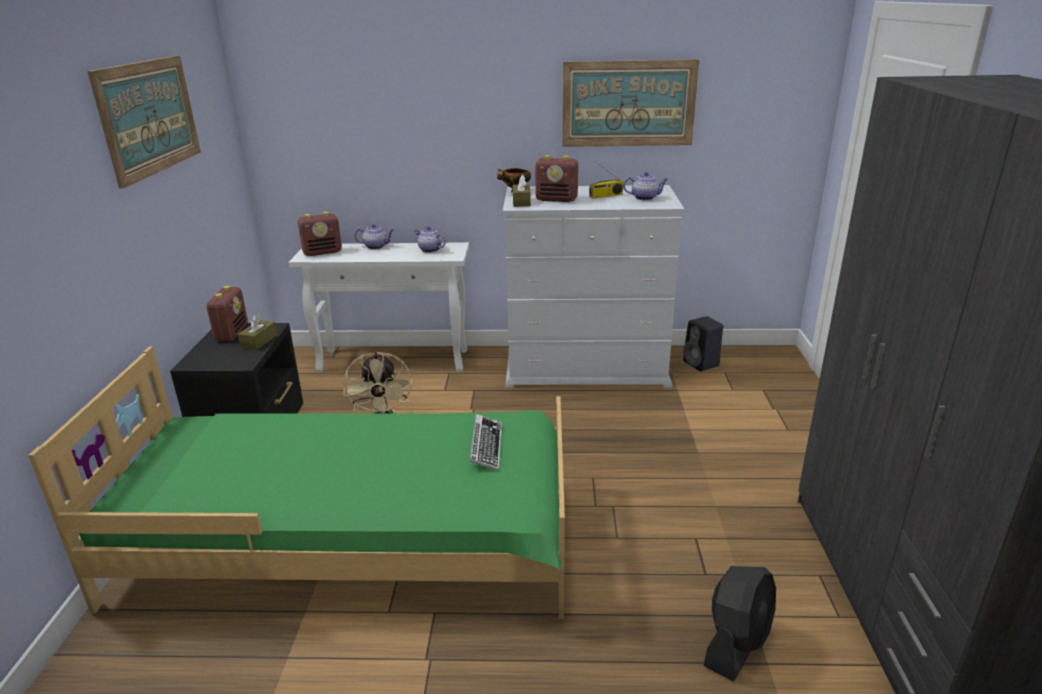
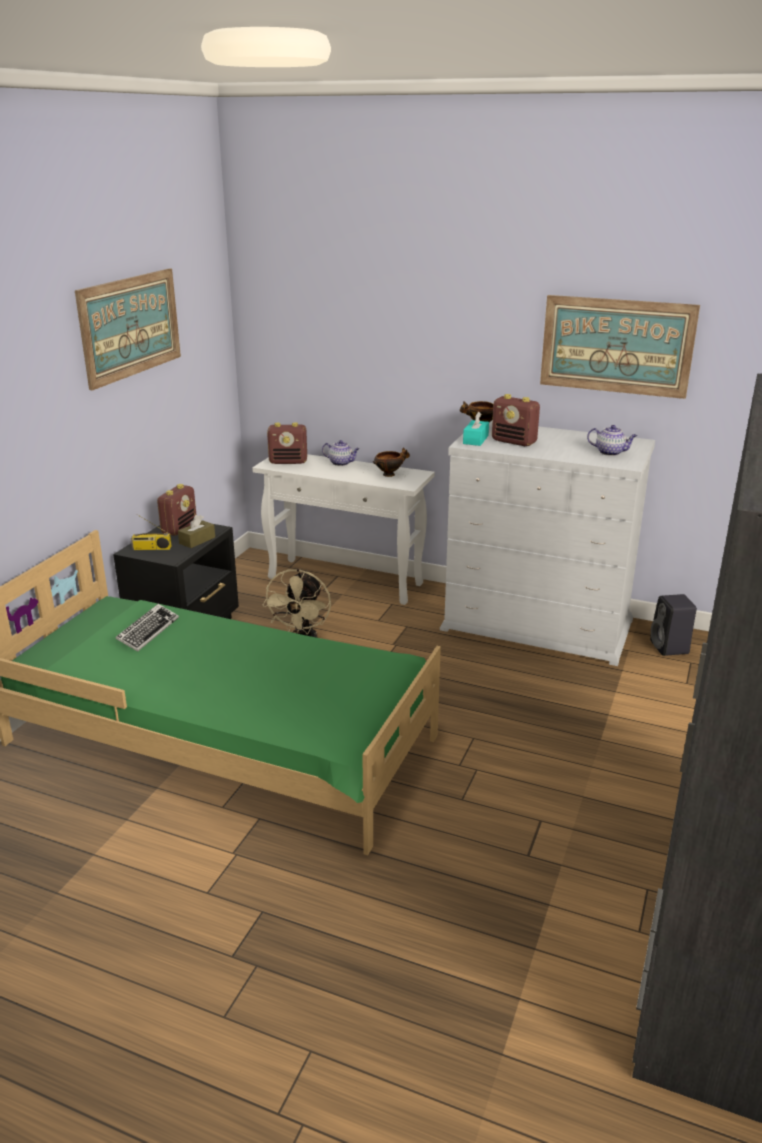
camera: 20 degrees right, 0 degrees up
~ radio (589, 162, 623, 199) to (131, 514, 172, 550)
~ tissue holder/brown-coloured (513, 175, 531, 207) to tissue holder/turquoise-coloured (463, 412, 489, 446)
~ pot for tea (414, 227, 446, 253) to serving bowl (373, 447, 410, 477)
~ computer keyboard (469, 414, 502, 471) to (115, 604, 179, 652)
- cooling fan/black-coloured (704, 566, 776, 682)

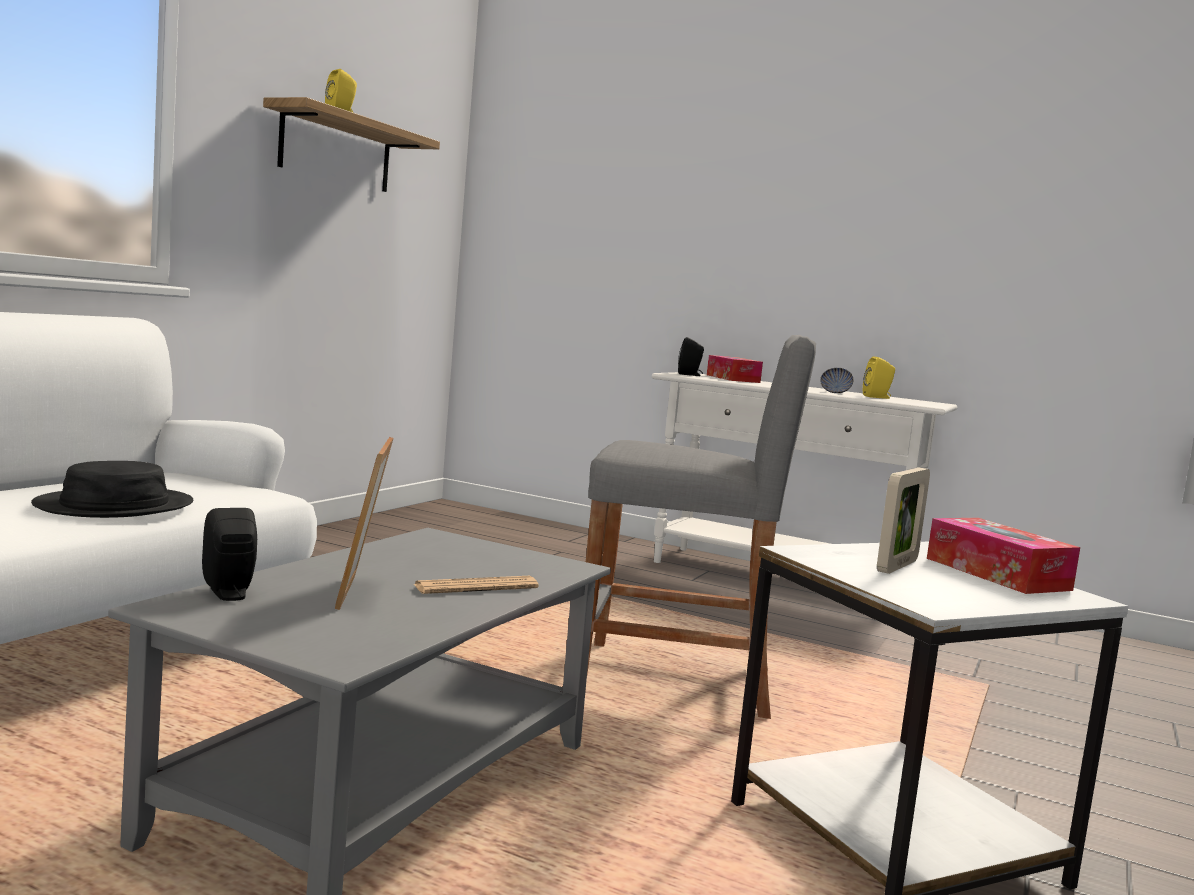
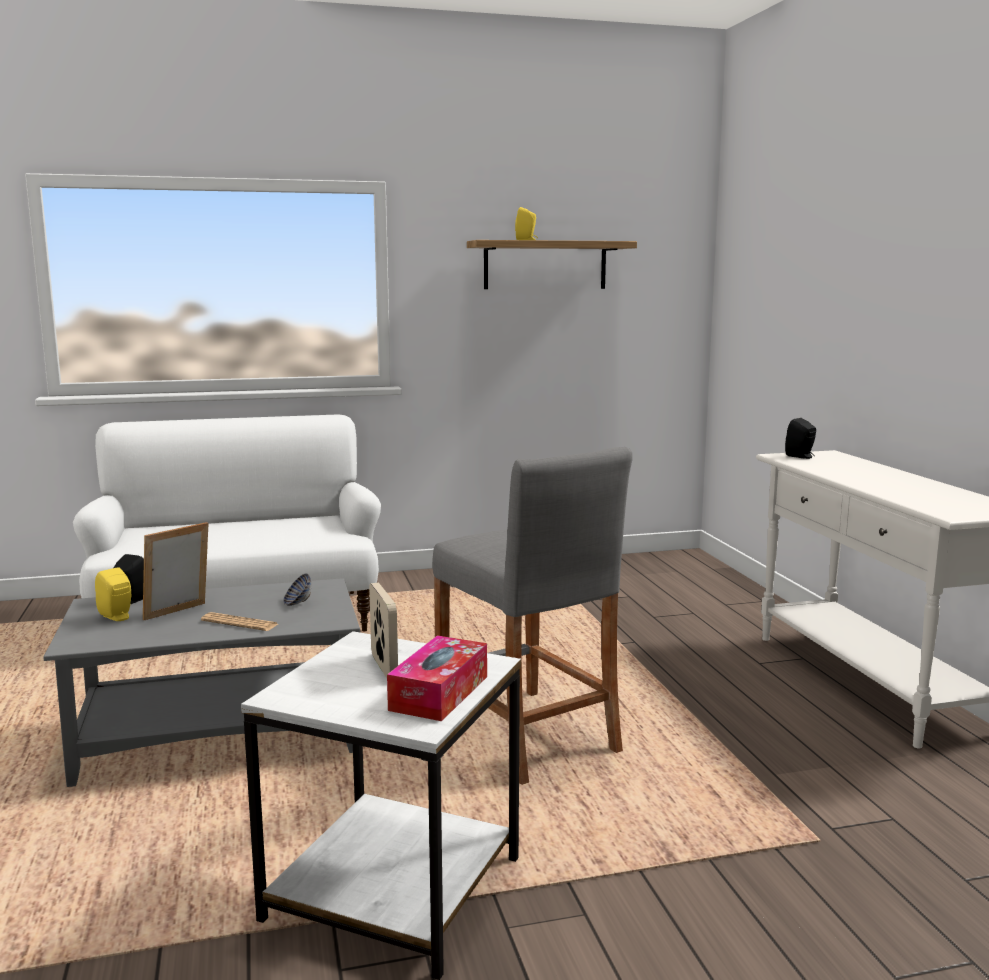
camera: 50 degrees right, 5 degrees up
- tissue holder (707, 355, 763, 383)
~ speaker/yellow-coloured (863, 356, 895, 399) to (95, 567, 131, 621)
~ serving bowl (820, 368, 854, 393) to (283, 573, 312, 606)
- clothing hat/black-coloured (31, 461, 193, 518)
~ photo frame (877, 467, 930, 574) = (369, 583, 398, 678) 105 degrees counterclockwise

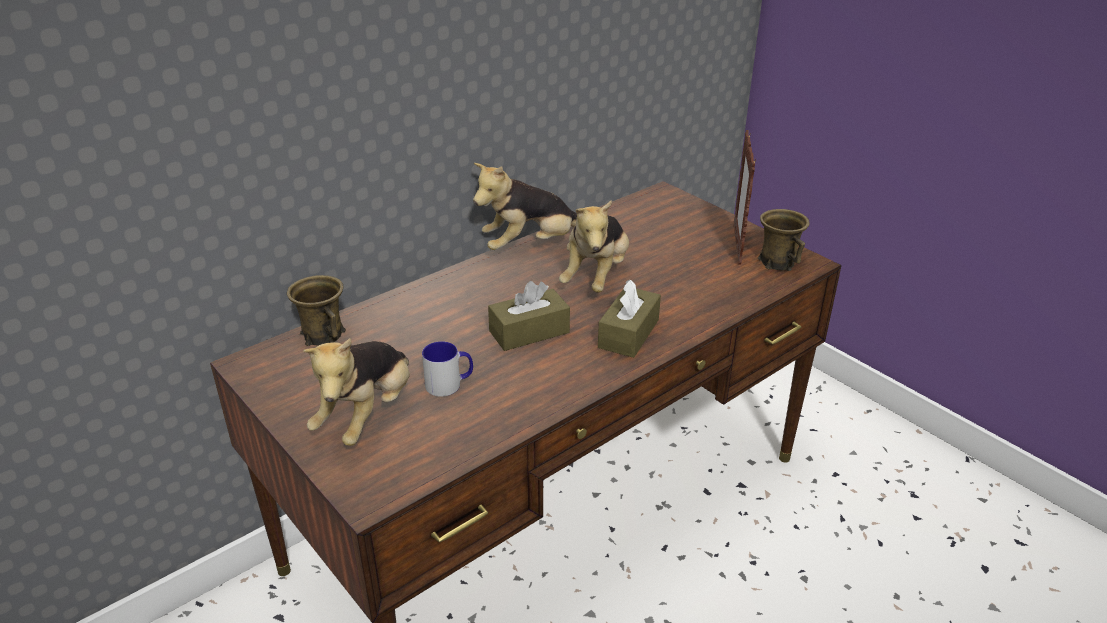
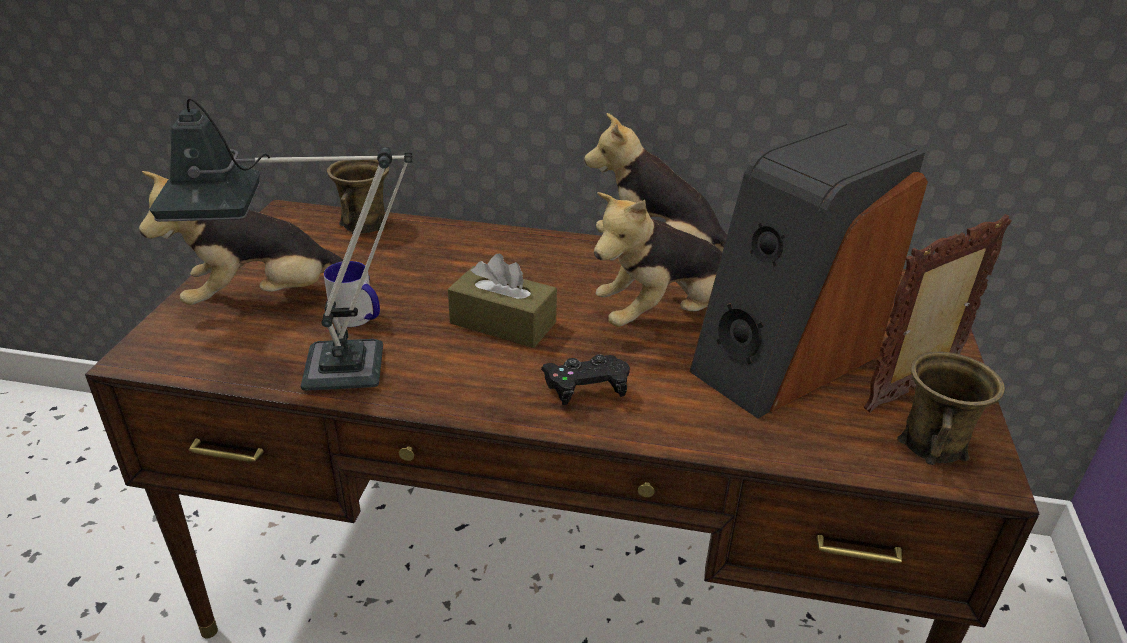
camera: 50 degrees right, 0 degrees up
~ tissue holder/brown-coloured (598, 280, 661, 358) to game controller/black-coloured (541, 355, 630, 405)
+ table lamp (149, 98, 412, 391)
+ speaker (689, 122, 928, 419)

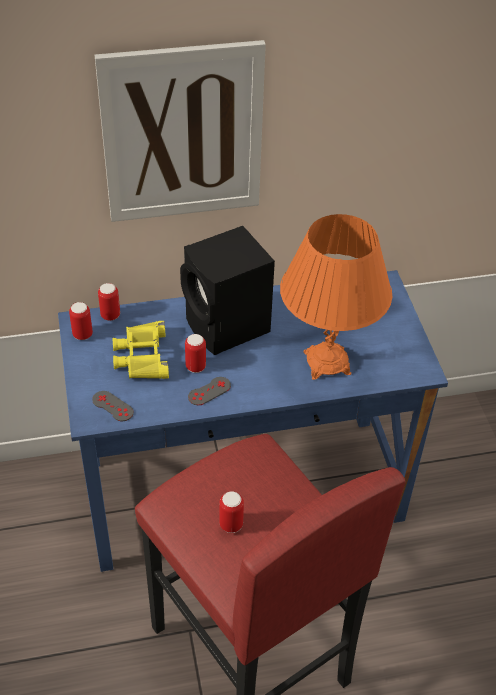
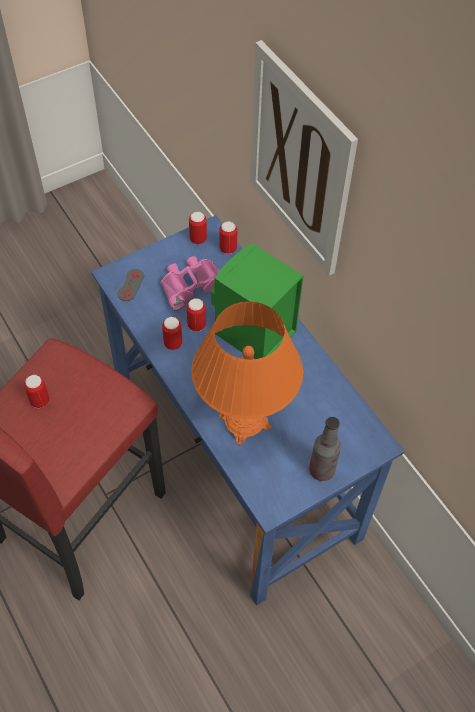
camera: 70 degrees right, 10 degrees up
~ speaker/black-coloured (180, 226, 275, 355) to speaker/green (211, 243, 303, 359)
~ pair of binoculars/yellow-coloured (113, 321, 169, 379) to pair of binoculars/pink (161, 256, 219, 310)
~ game controller/greyish (188, 377, 231, 405) to can (162, 317, 182, 350)
+ bottle (309, 417, 341, 481)

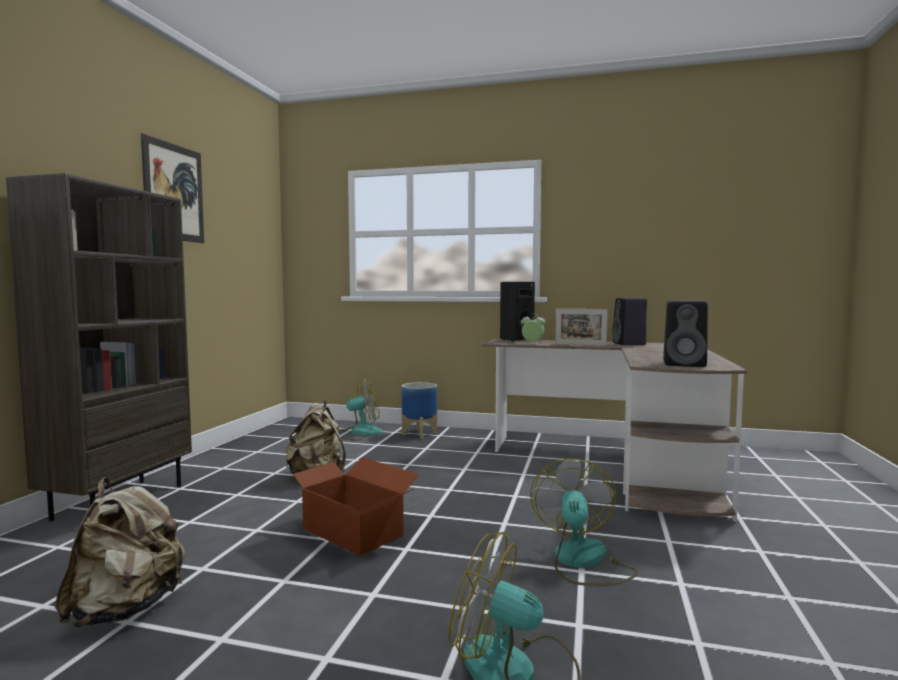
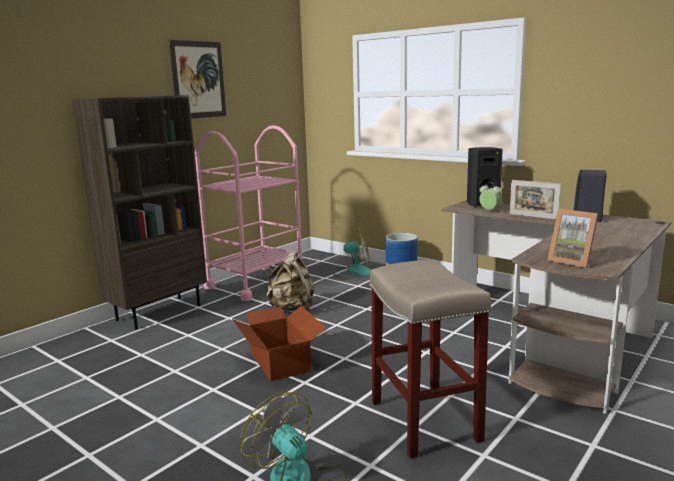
camera: 25 degrees right, 10 degrees up
~ speaker/black-coloured (663, 300, 708, 367) to photo frame (547, 209, 598, 268)
~ cooling fan (530, 459, 638, 586) to stool/sand-coloured (369, 260, 491, 458)
- backpack/sand-coloured (55, 477, 185, 627)
+ wheeled cart/pink (195, 125, 302, 301)

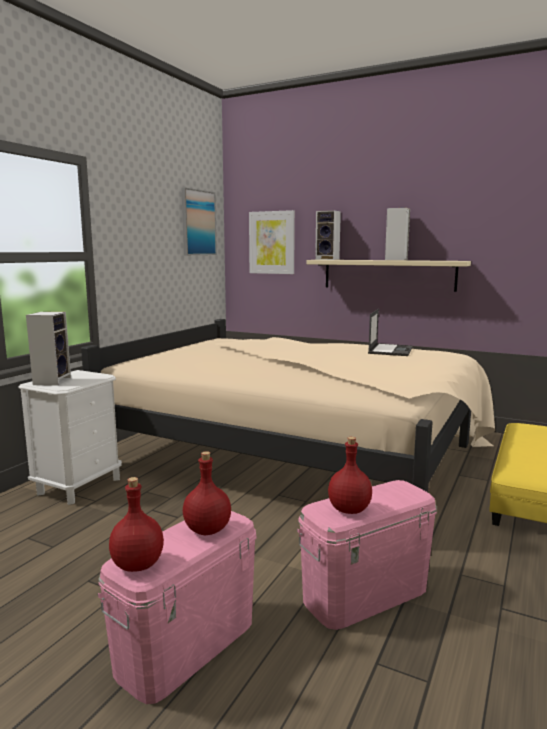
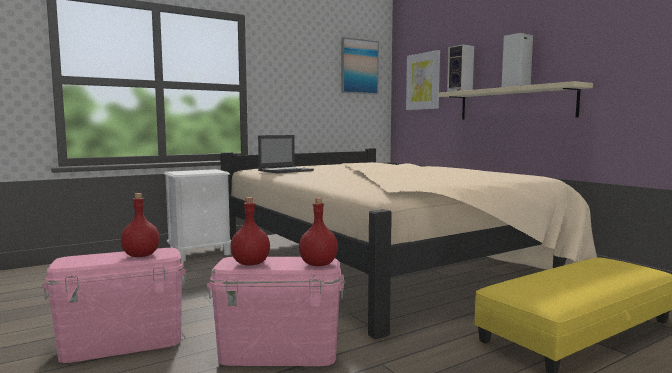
camera: 30 degrees right, 5 degrees down
~ notebook computer (368, 309, 413, 356) to (258, 135, 314, 174)
- speaker (26, 312, 71, 386)
~ bottle/red-coloured (109, 477, 164, 572) to (299, 198, 338, 266)

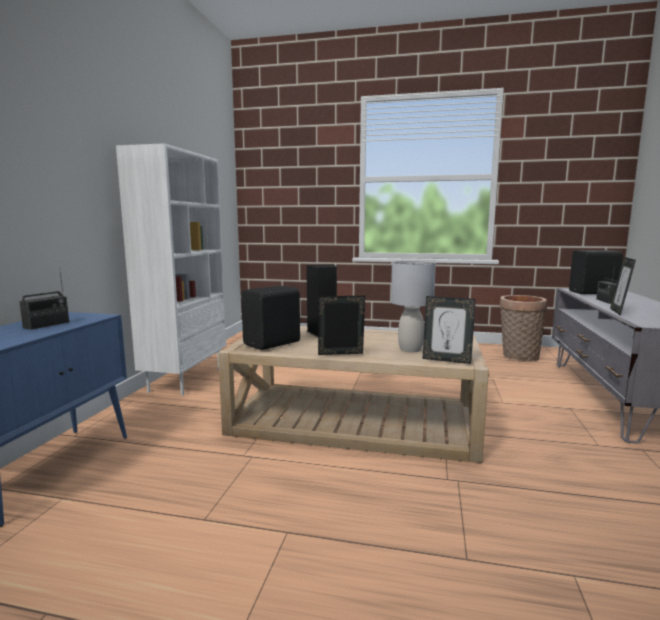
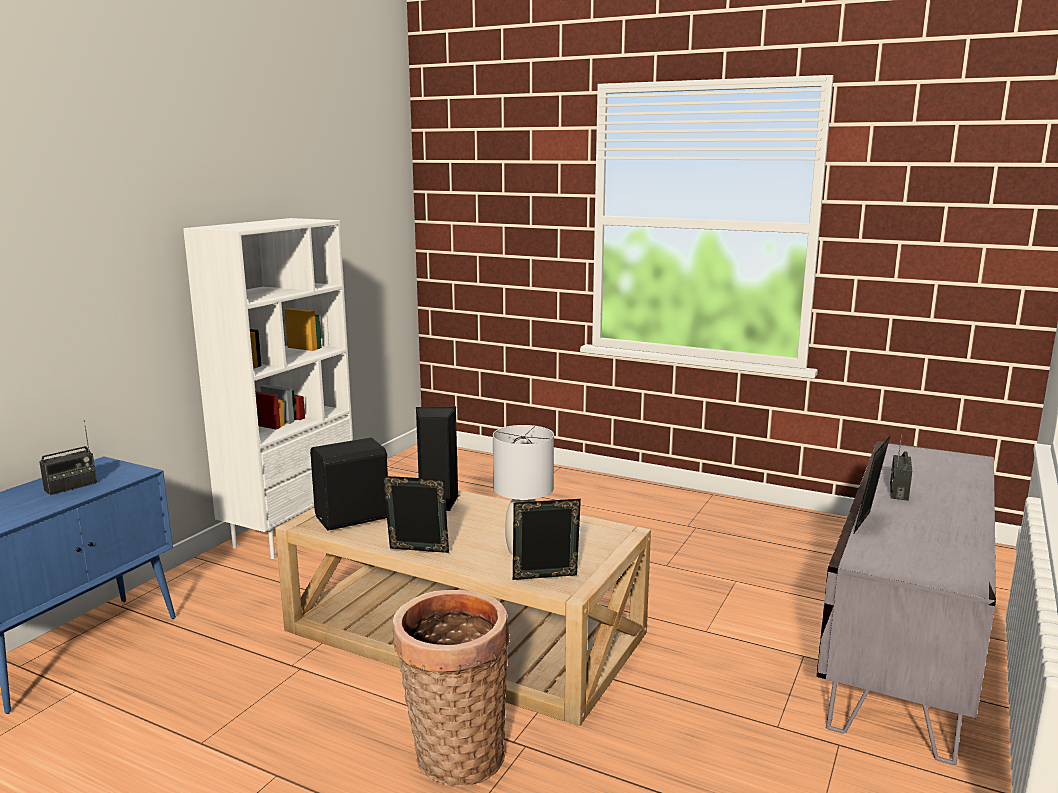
camera: 15 degrees right, 5 degrees up
- speaker/black-coloured (569, 250, 623, 294)
~ basket (500, 295, 547, 361) to (393, 590, 510, 787)
~ photo frame (422, 296, 476, 364) = (513, 499, 581, 580) 135 degrees clockwise

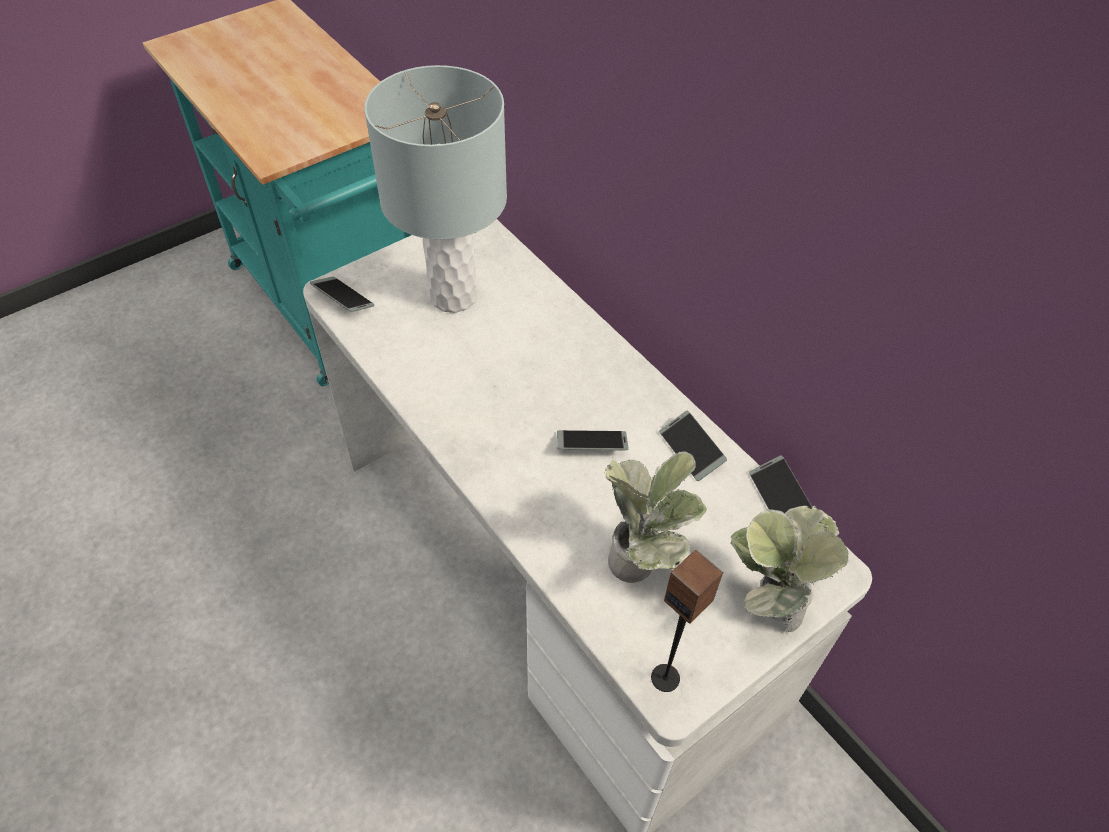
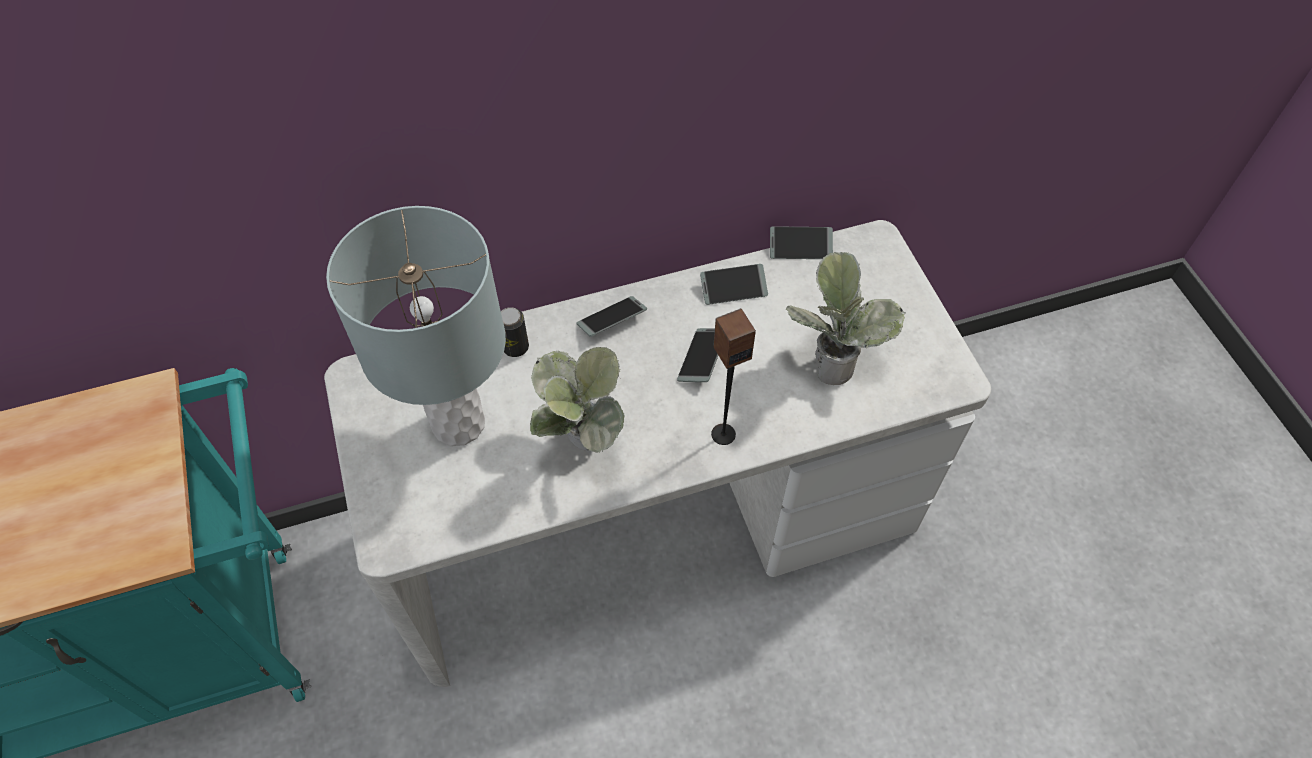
camera: 70 degrees left, 5 degrees up
~ handset (310, 277, 374, 312) to (576, 296, 647, 337)
~ plant in a pot (731, 506, 848, 632) to (530, 347, 624, 453)
~ speaker (651, 549, 723, 692) to (711, 308, 756, 445)
+ can (501, 307, 529, 357)

